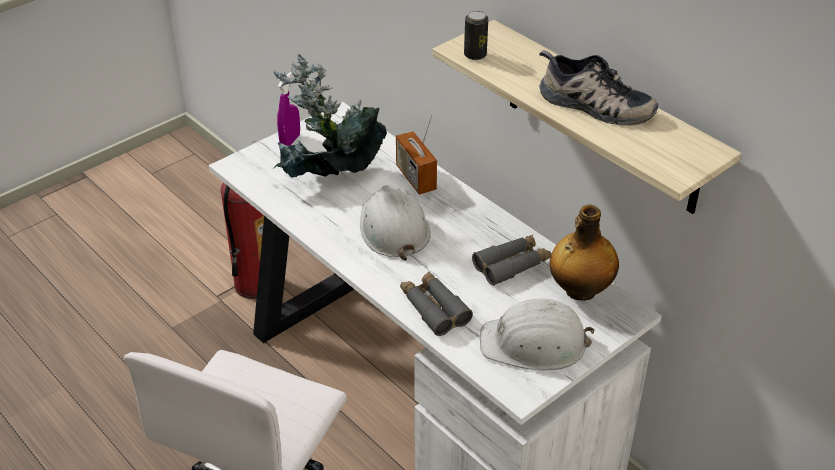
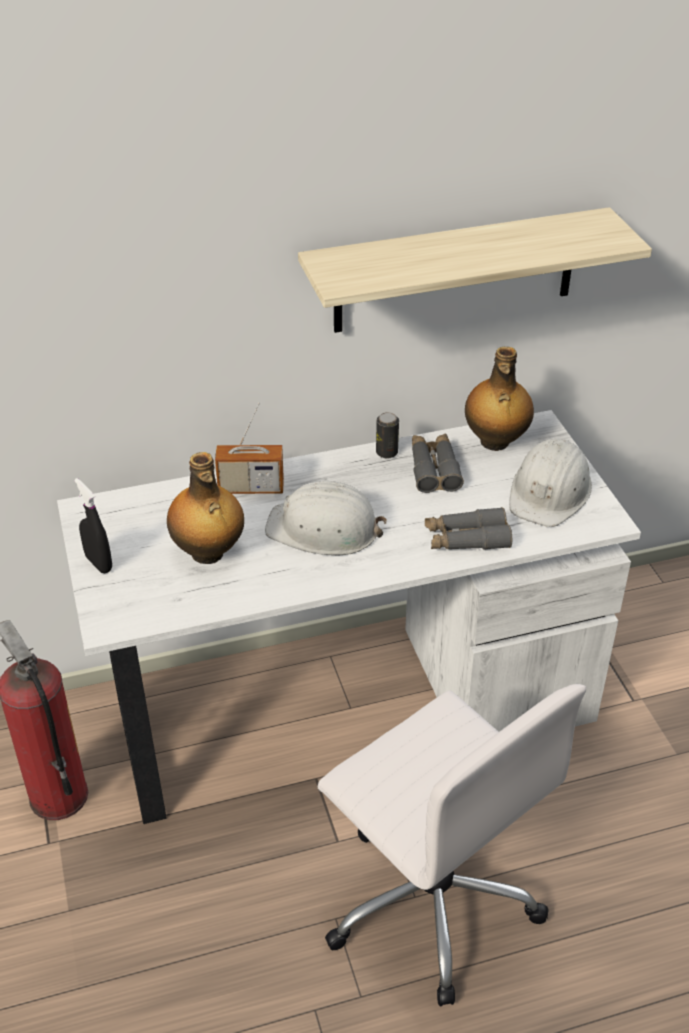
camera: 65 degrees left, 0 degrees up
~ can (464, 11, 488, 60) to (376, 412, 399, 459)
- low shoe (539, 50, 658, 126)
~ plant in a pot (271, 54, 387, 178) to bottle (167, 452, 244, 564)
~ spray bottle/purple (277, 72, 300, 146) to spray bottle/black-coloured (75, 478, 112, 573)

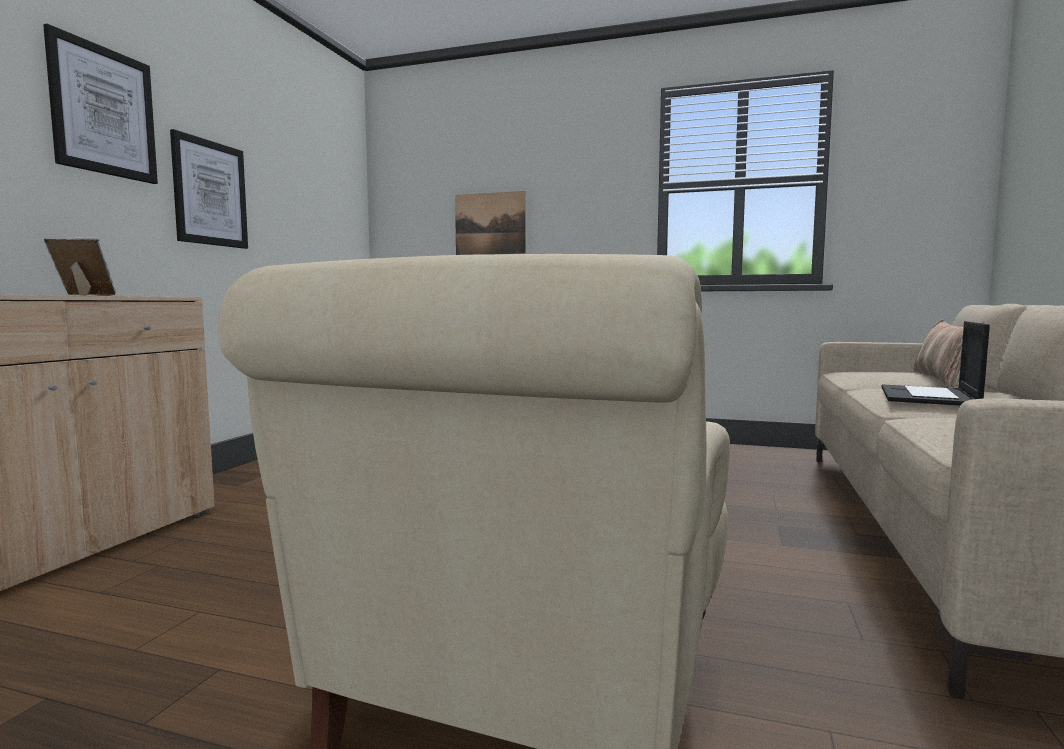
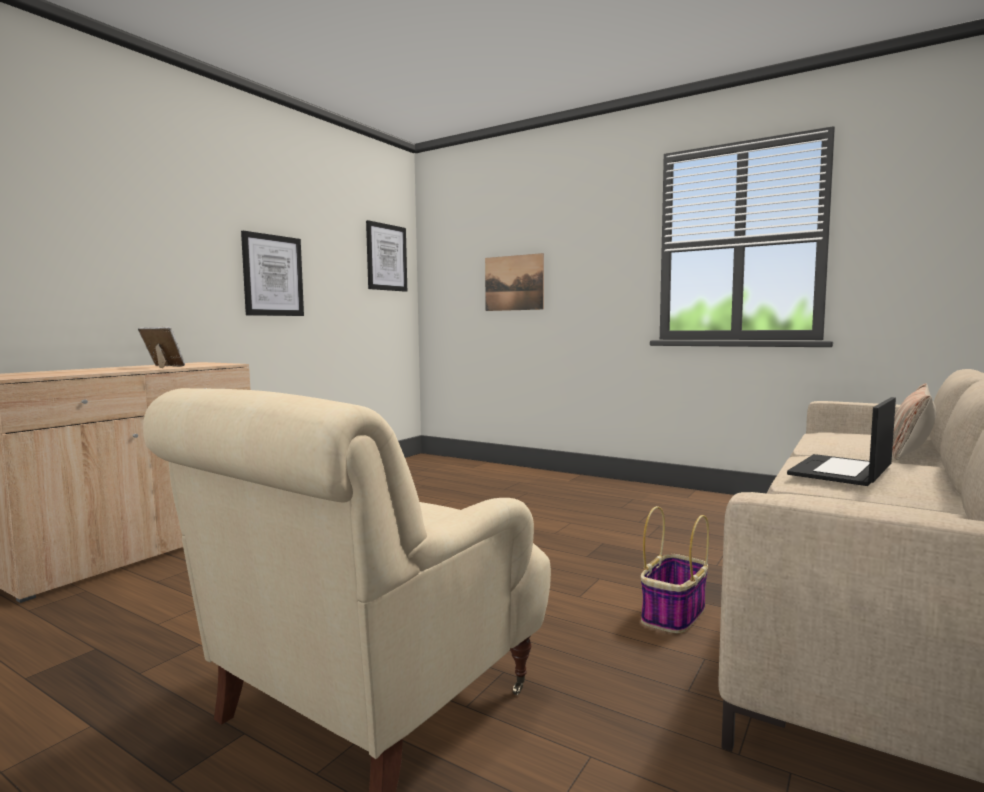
camera: 15 degrees right, 0 degrees up
~ wall picture (43, 24, 158, 184) to (366, 220, 407, 292)
+ basket (640, 506, 709, 634)

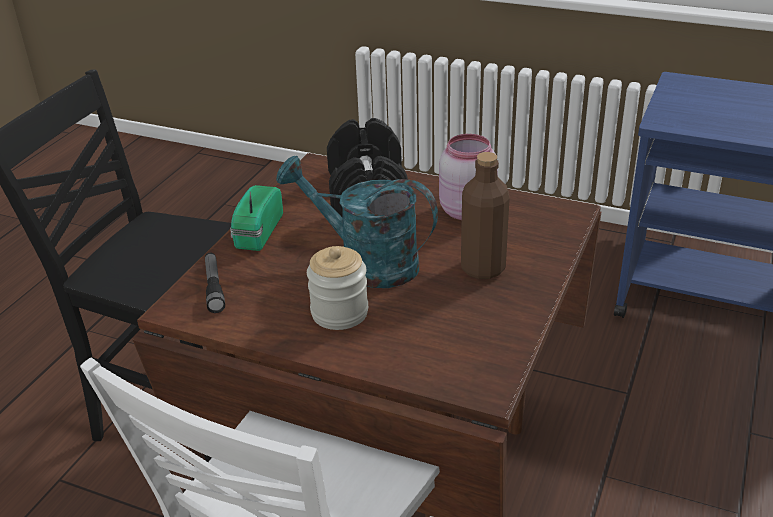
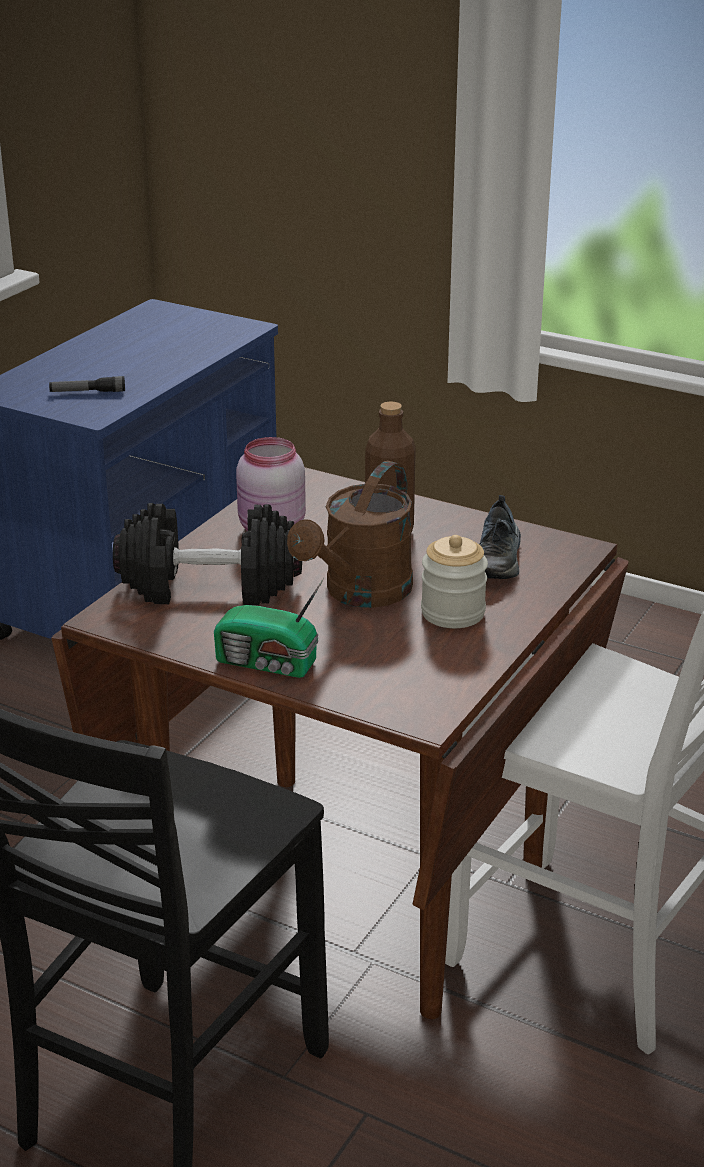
camera: 85 degrees left, 5 degrees down
~ sprinkling can/turquoise-coloured (276, 156, 438, 288) to sprinkling can/brown-coloured (287, 461, 413, 608)
~ torch (205, 253, 225, 313) to (49, 376, 125, 392)
+ low shoe (479, 495, 521, 579)

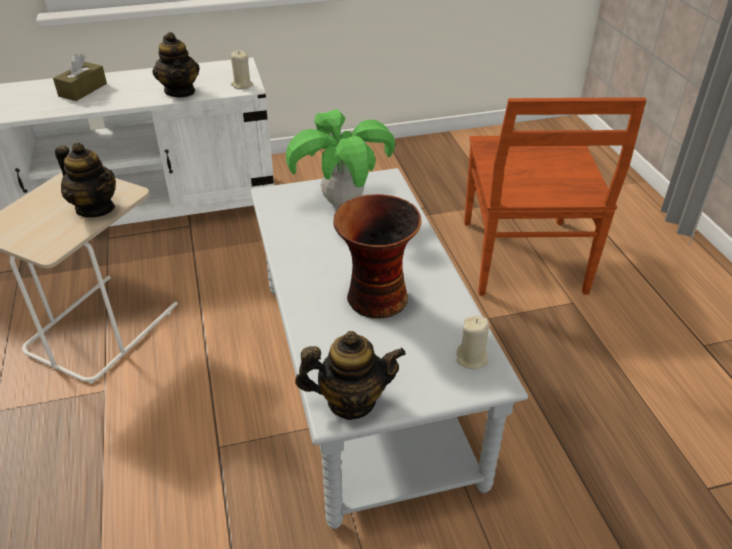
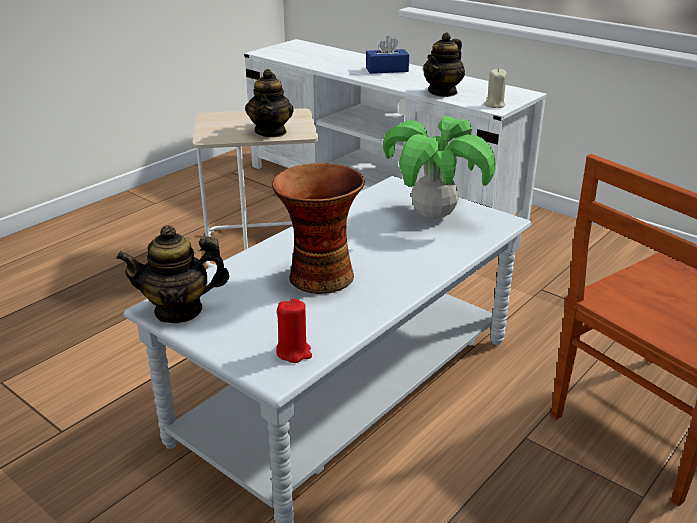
camera: 55 degrees right, 10 degrees down
~ tissue holder/brown-coloured (53, 54, 107, 101) to tissue holder/blue-coloured (366, 36, 409, 74)
~ candle/sand-coloured (456, 315, 489, 369) to candle/red-coloured (276, 299, 312, 363)
~ pot for tea (295, 331, 406, 420) = (116, 225, 229, 323) 120 degrees clockwise

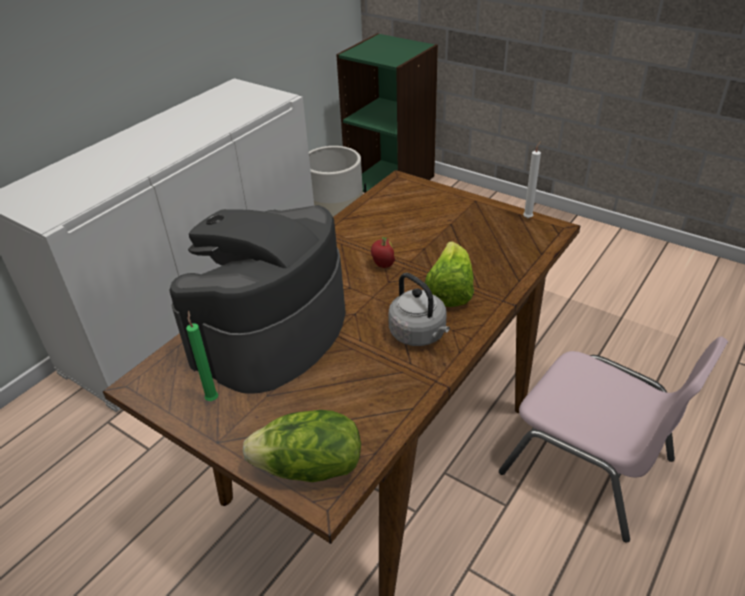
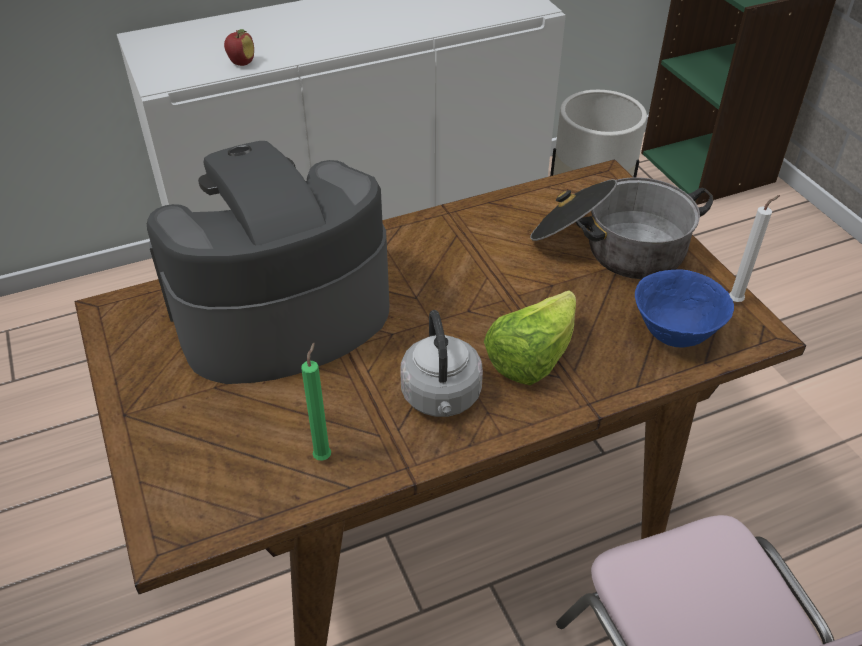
camera: 30 degrees right, 5 degrees up
~ whole apple (371, 237, 395, 268) to (224, 29, 254, 66)
~ candle/green (186, 310, 218, 401) to (301, 343, 331, 461)
- head of lettuce (243, 410, 361, 482)
+ stockpot (530, 177, 713, 279)
+ serving bowl/blue-coloured (635, 269, 734, 347)

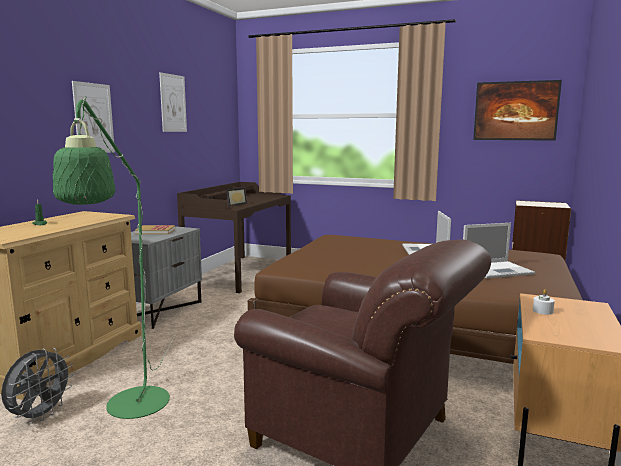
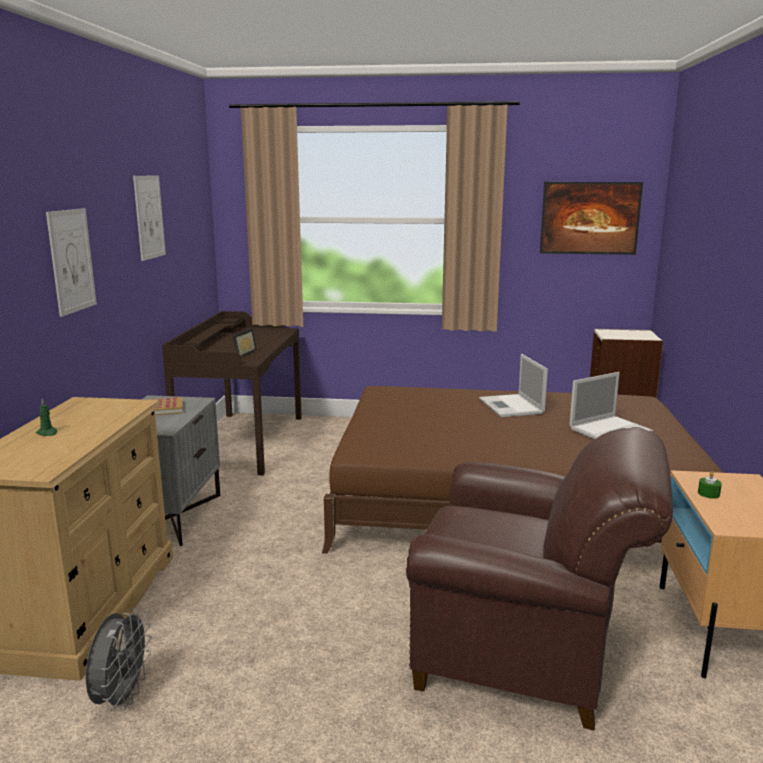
camera: 15 degrees left, 5 degrees up
- standing lamp/green (53, 96, 176, 419)
~ candle/whitish (533, 289, 555, 315) to candle/green (698, 471, 722, 499)

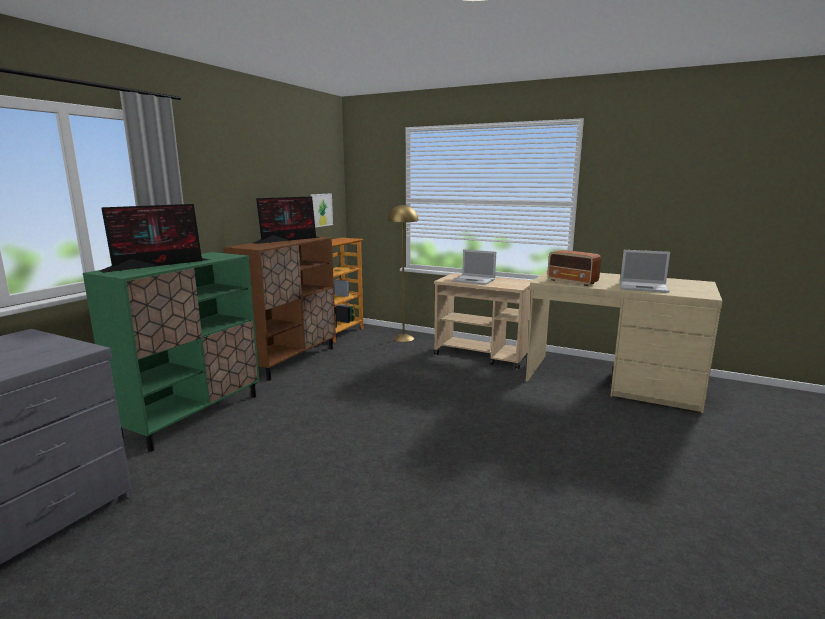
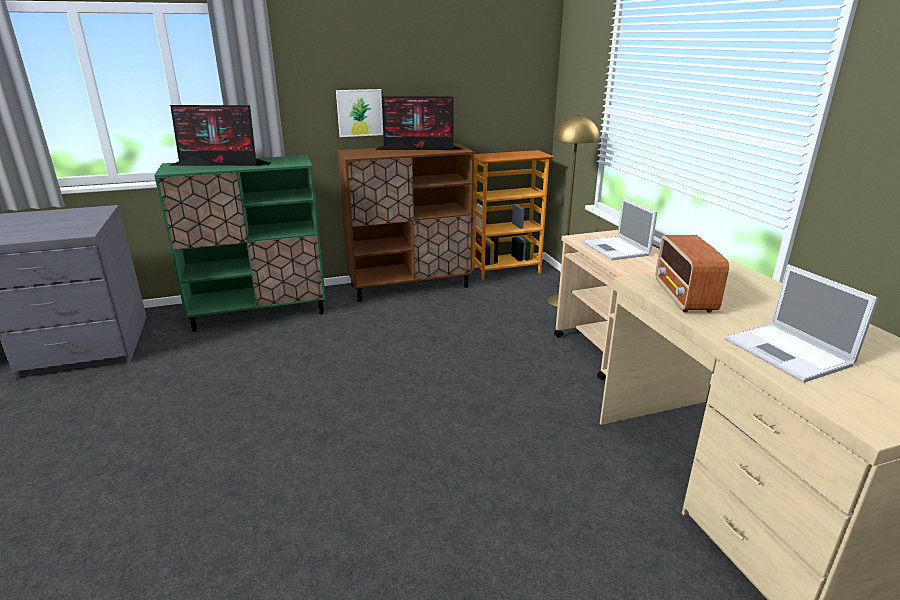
camera: 45 degrees right, 10 degrees up
~ wall picture (311, 193, 333, 227) to (336, 89, 383, 137)

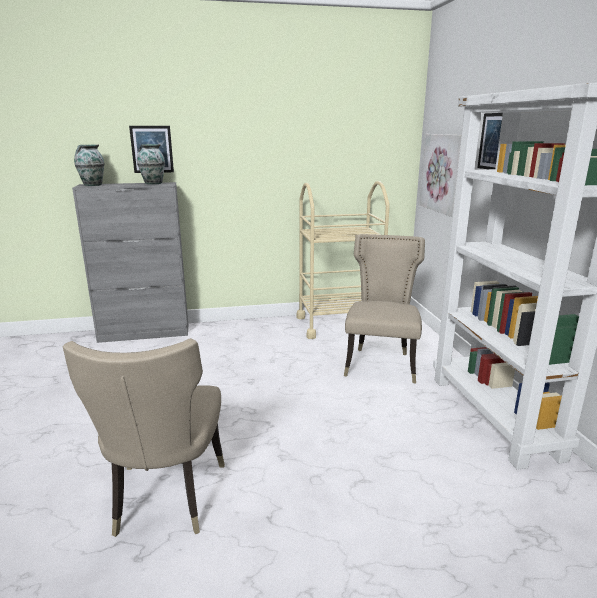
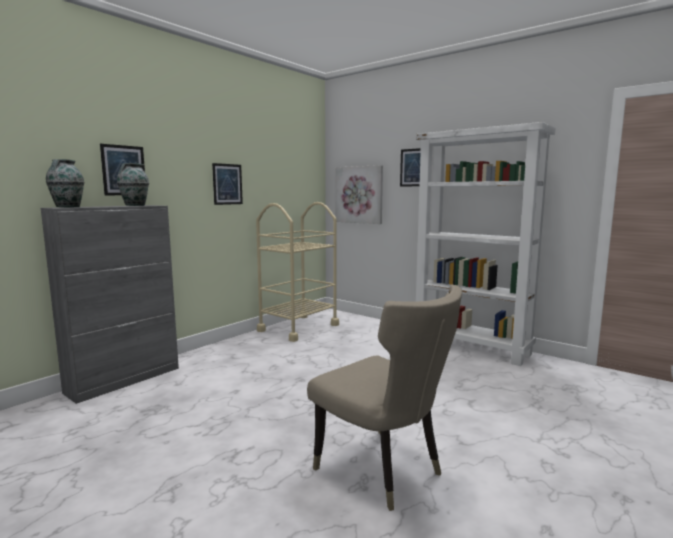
camera: 40 degrees left, 10 degrees down
- chair/sand-coloured (344, 234, 425, 383)
+ wall picture (212, 163, 243, 205)

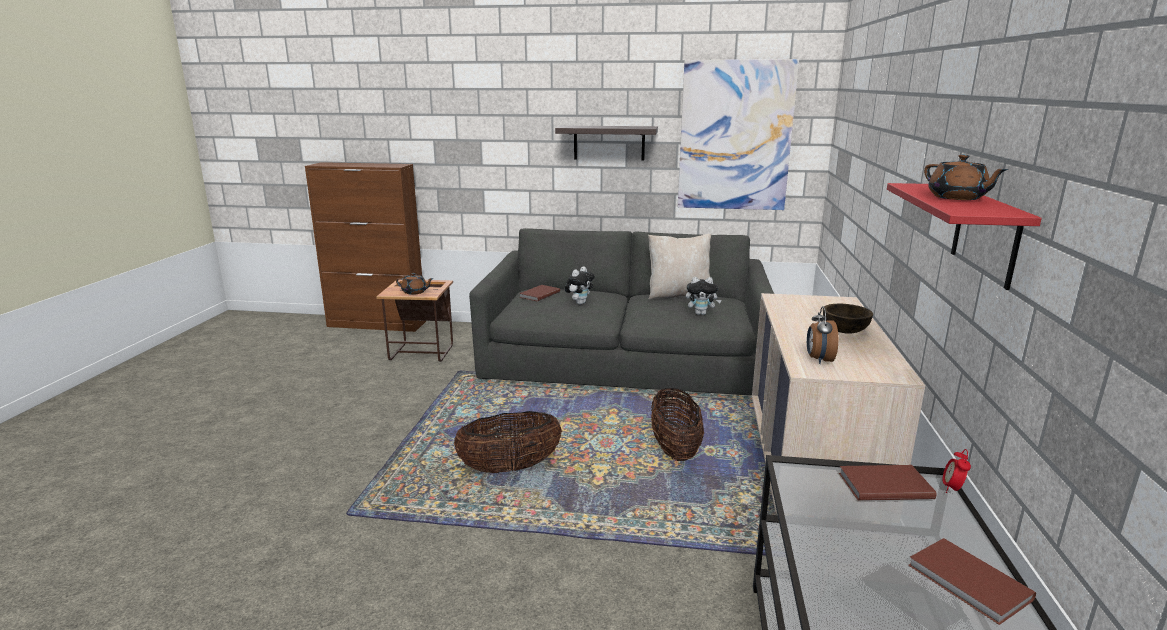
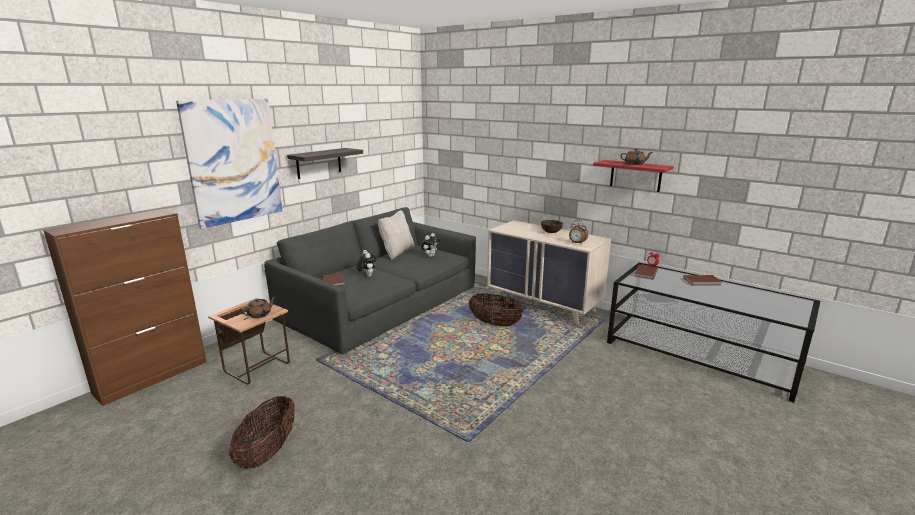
camera: 60 degrees left, 0 degrees up
~ wall picture (678, 59, 799, 210) to (176, 99, 282, 229)
~ basket (454, 411, 562, 473) to (229, 396, 295, 469)

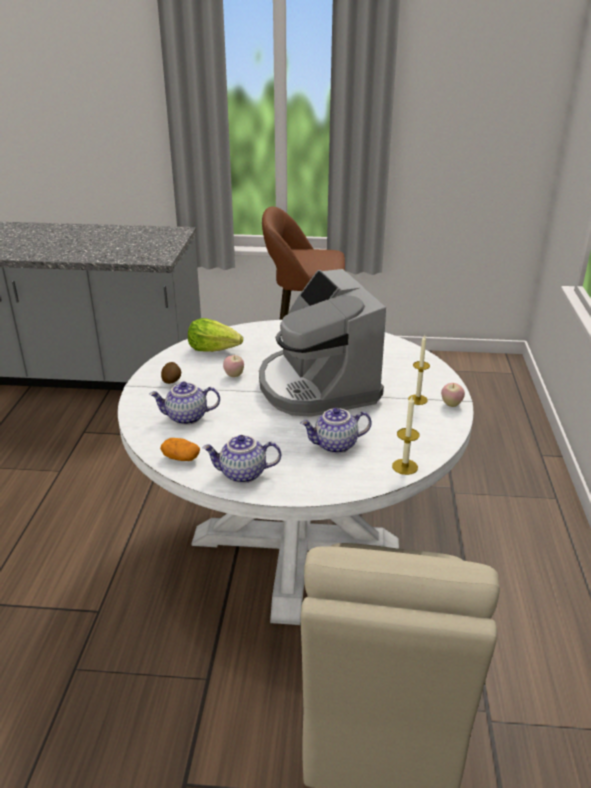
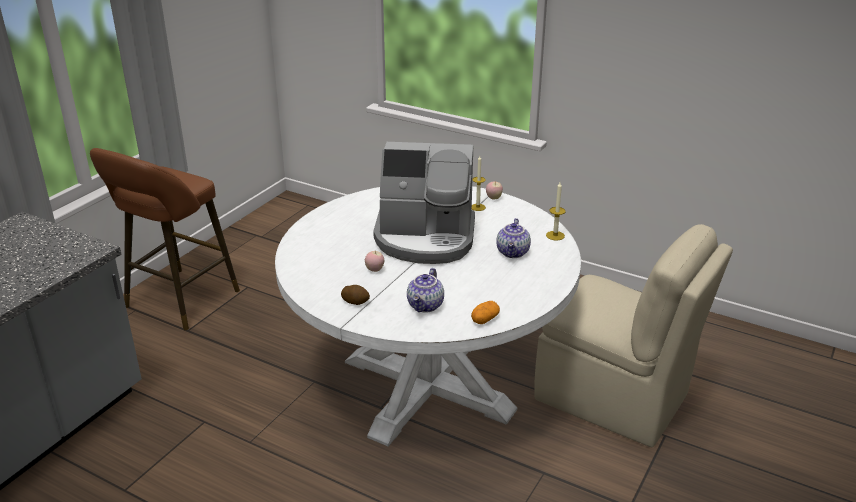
camera: 65 degrees left, 0 degrees up
- head of lettuce (188, 318, 243, 352)
- pot for tea (202, 435, 281, 483)

